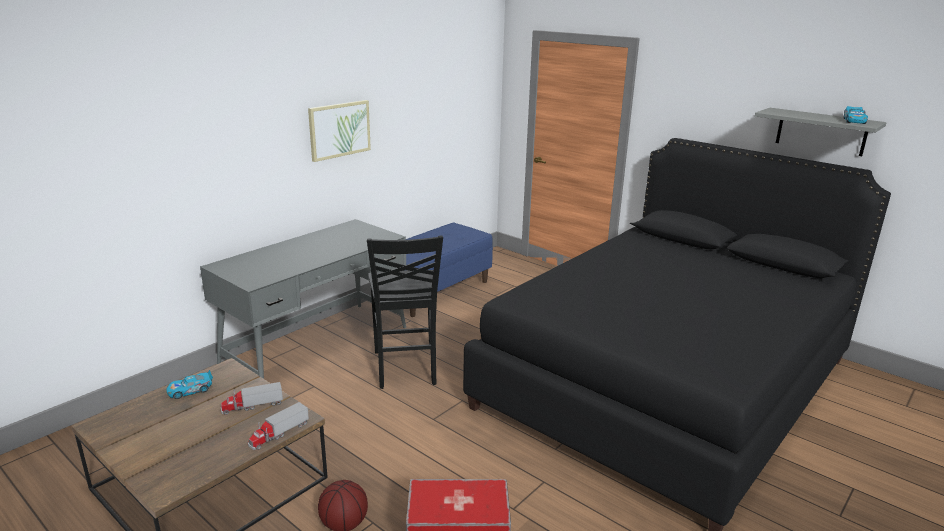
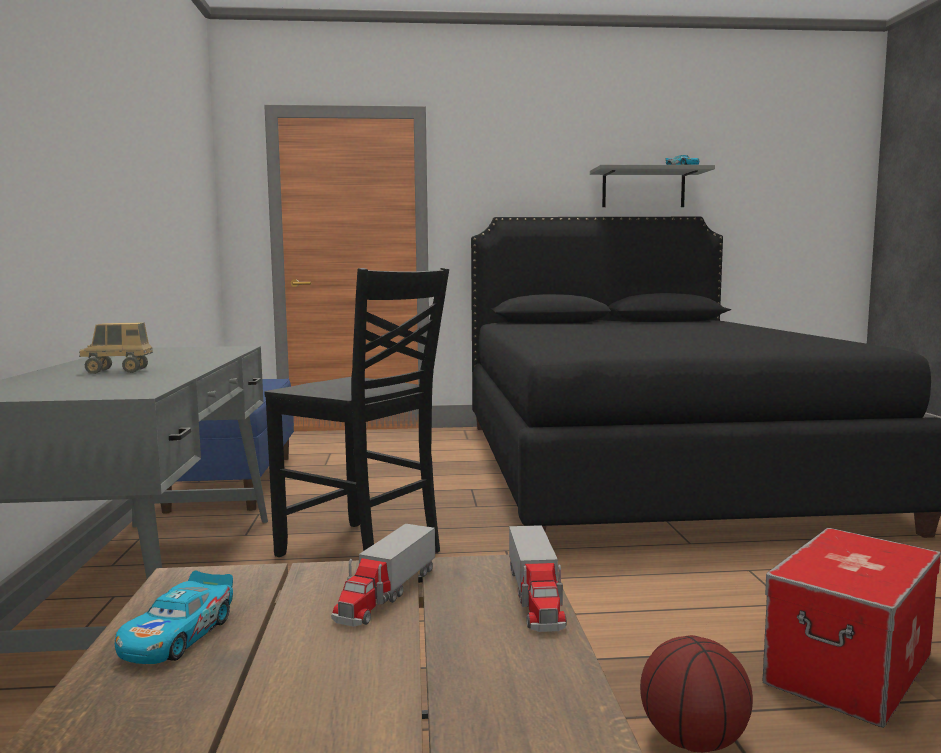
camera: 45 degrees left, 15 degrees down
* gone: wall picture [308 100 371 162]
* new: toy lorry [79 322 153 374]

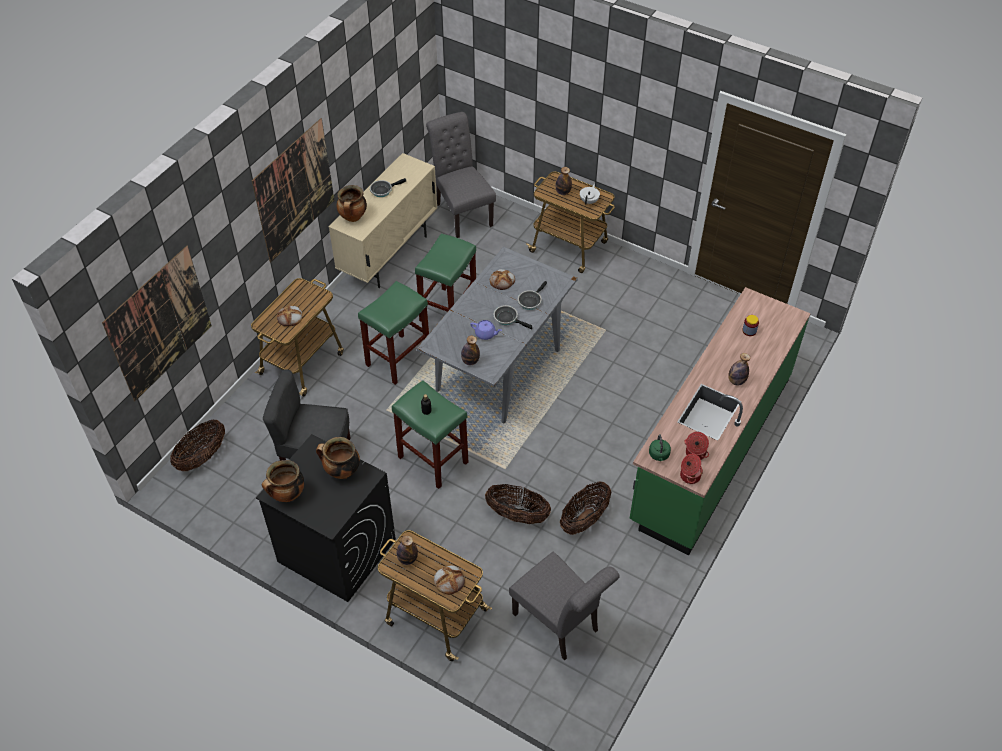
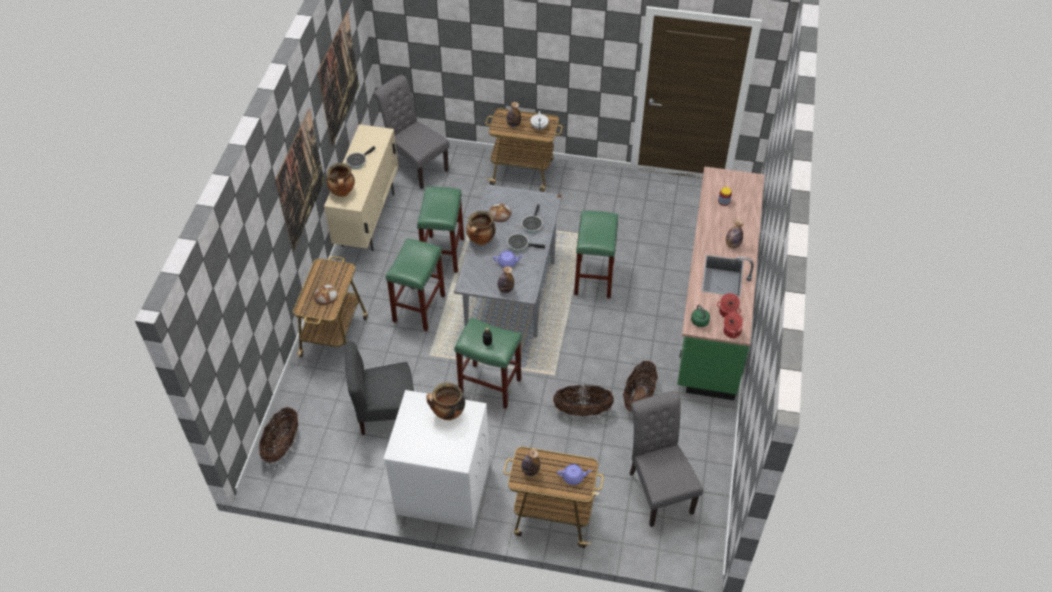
camera: 20 degrees left, 0 degrees up
* shifted: wall picture [102 246 212 401] to [318 11 359 146]
* repainted: black-coloured laundry appliance [256 434 396 602] to white laundry appliance [383 390 489 528]
* shifted: cooking pot [262 460 304 502] to [466 211 496 245]
* rotated: greyish chair [509 552 619 661] = [629 391 703 527] 135 degrees counterclockwise
* swapped: bread [434 565 465 595] to purplish pot for tea [557 464 592 485]
* new: green-coloured sitting stool [574 211 618 298]

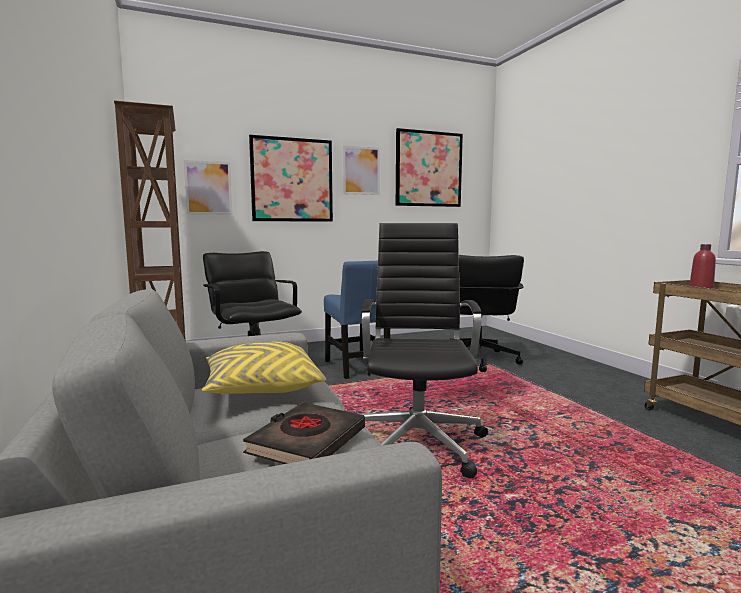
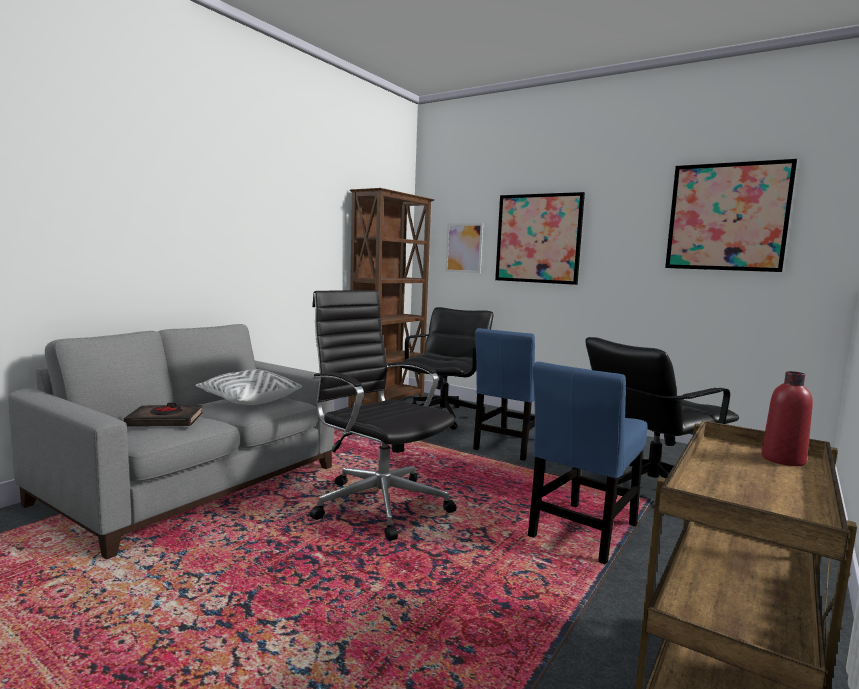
camera: 55 degrees right, 0 degrees up
* gone: wall picture [343 145 380 195]
* rotated: black-coloured computer chair [361 223 488 479] = [310 290 457 541] 105 degrees counterclockwise
* repainted: yellow-coloured cushion [202 341 326 395] to white cushion [195 369 302 405]
* new: blue chair [528 362 648 564]

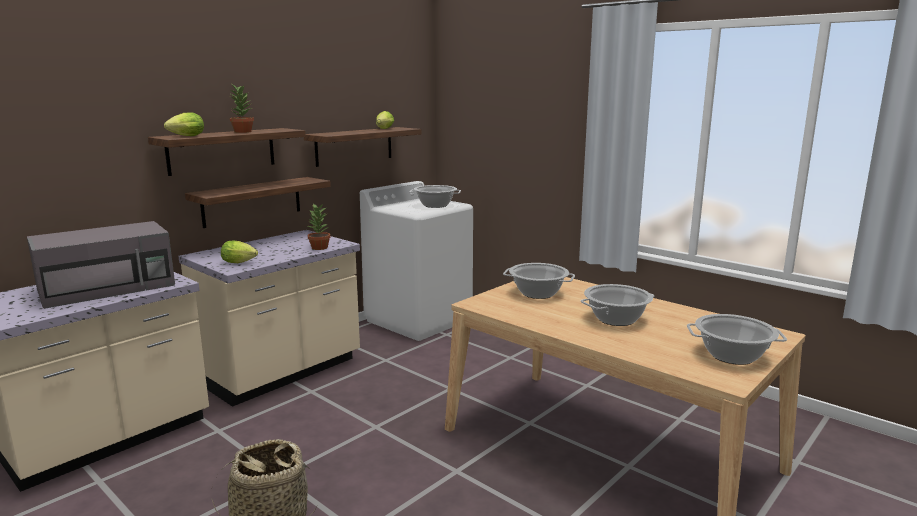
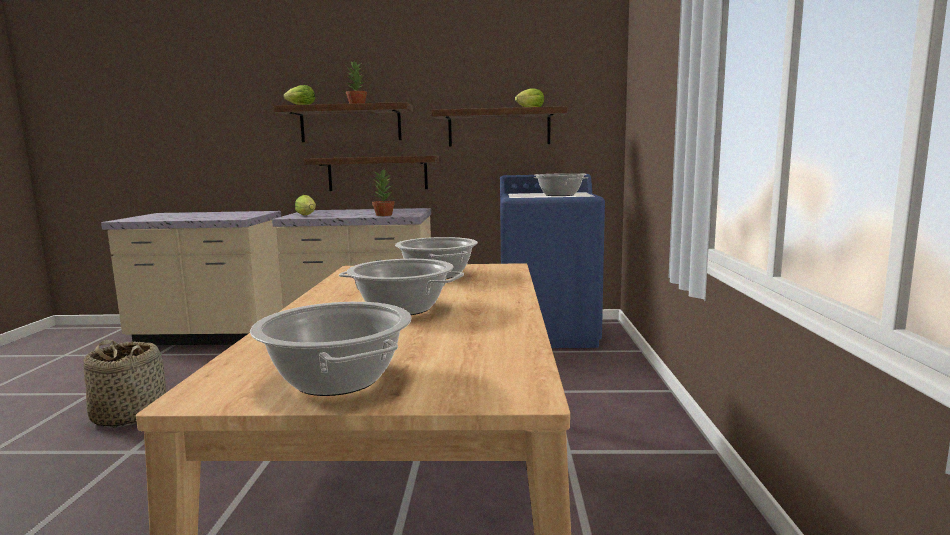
camera: 50 degrees right, 5 degrees down
* repainted: white laundry appliance [360 181 473 341] to blue laundry appliance [500 174 605 348]
* gone: greyish microwave oven [27 221 175 309]

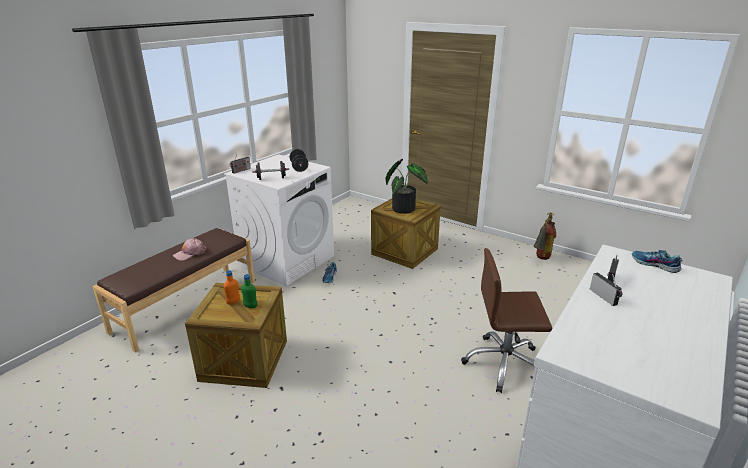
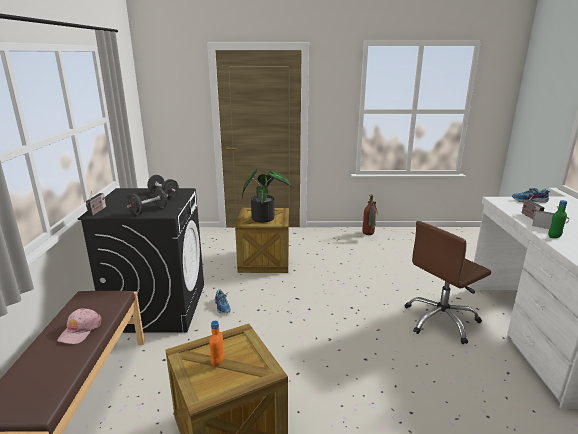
camera: 35 degrees left, 5 degrees down
* repainted: white laundry appliance [224 154 334 286] to black-coloured laundry appliance [78 188 204 333]
* shifted: green-coloured drink bottle [241 274 258 308] to [548 200 567 238]

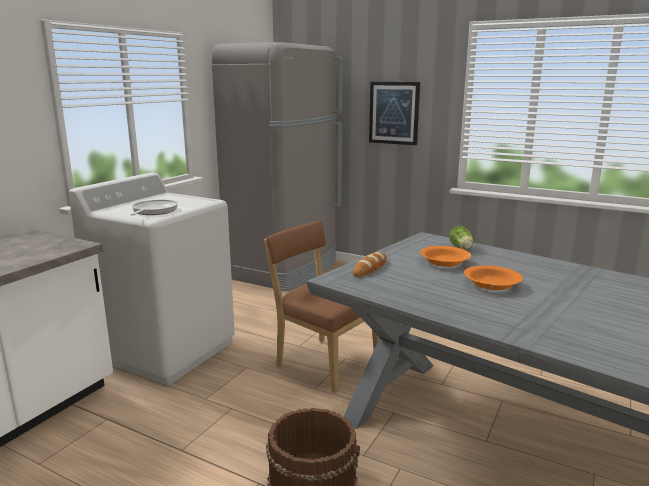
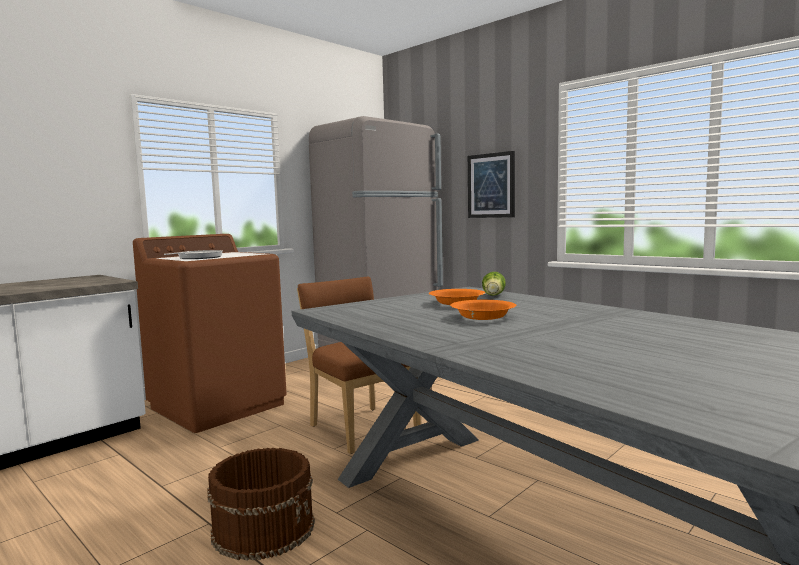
camera: 15 degrees right, 10 degrees down
* repainted: white laundry appliance [69 173 235 385] to brown laundry appliance [133 234 287 433]
* gone: bread [353 252 387 277]

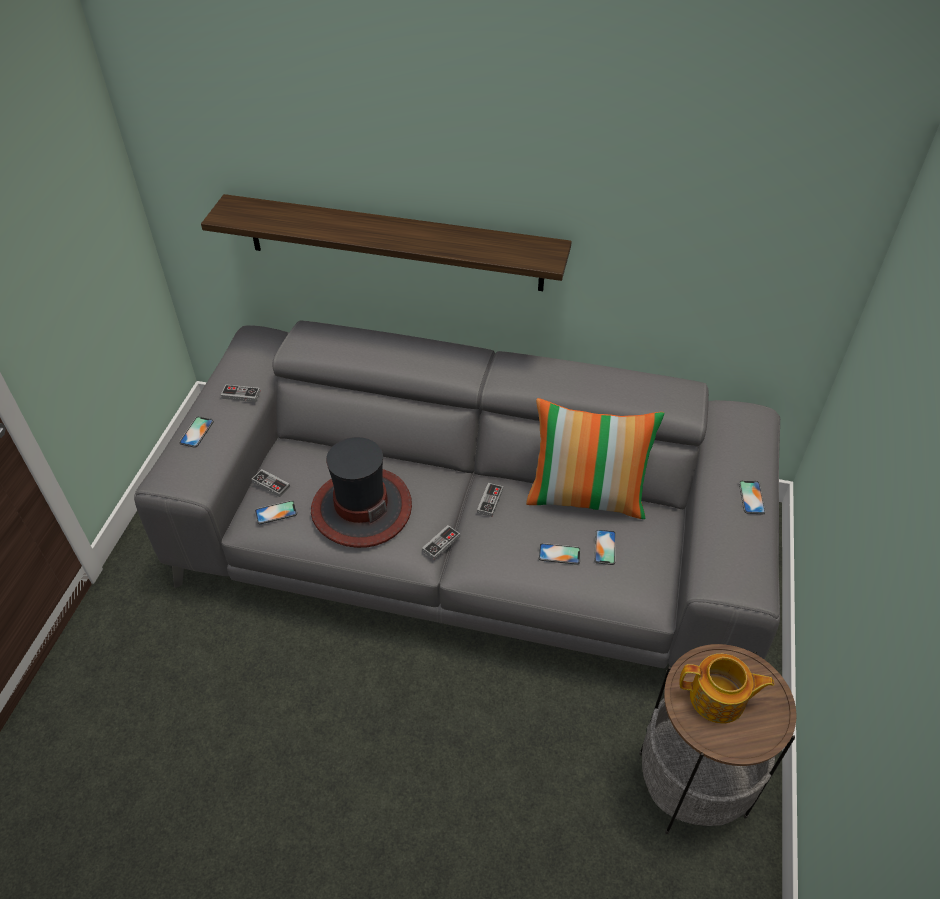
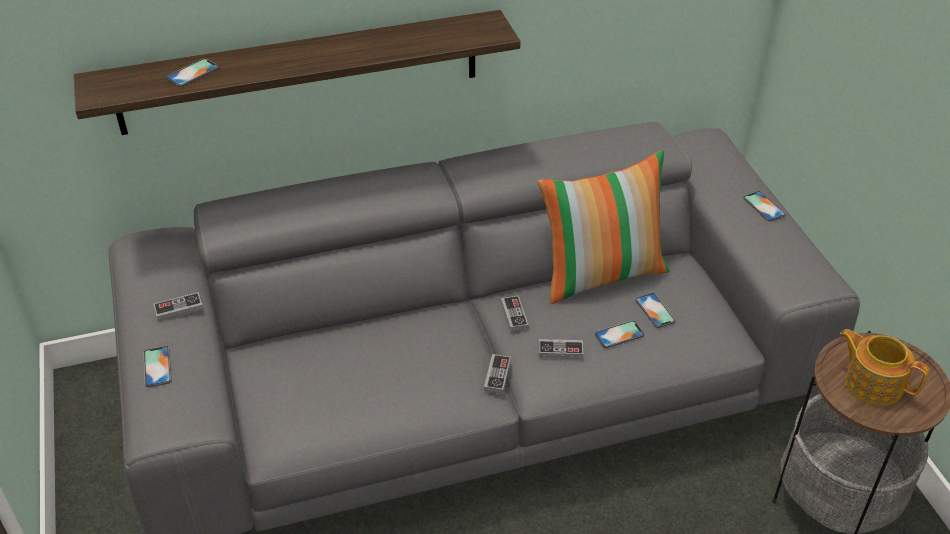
camera: 30 degrees left, 5 degrees down
* gone: clothing hat [311 437 412 548]
* shifted: joypad [251 469 290 497] to [539 339 583 359]
* shifted: phone [255 500 297 524] to [166 58 219 87]
* rotated: pot for tea [680 654 774 724] = [840 329 929 406] 120 degrees counterclockwise

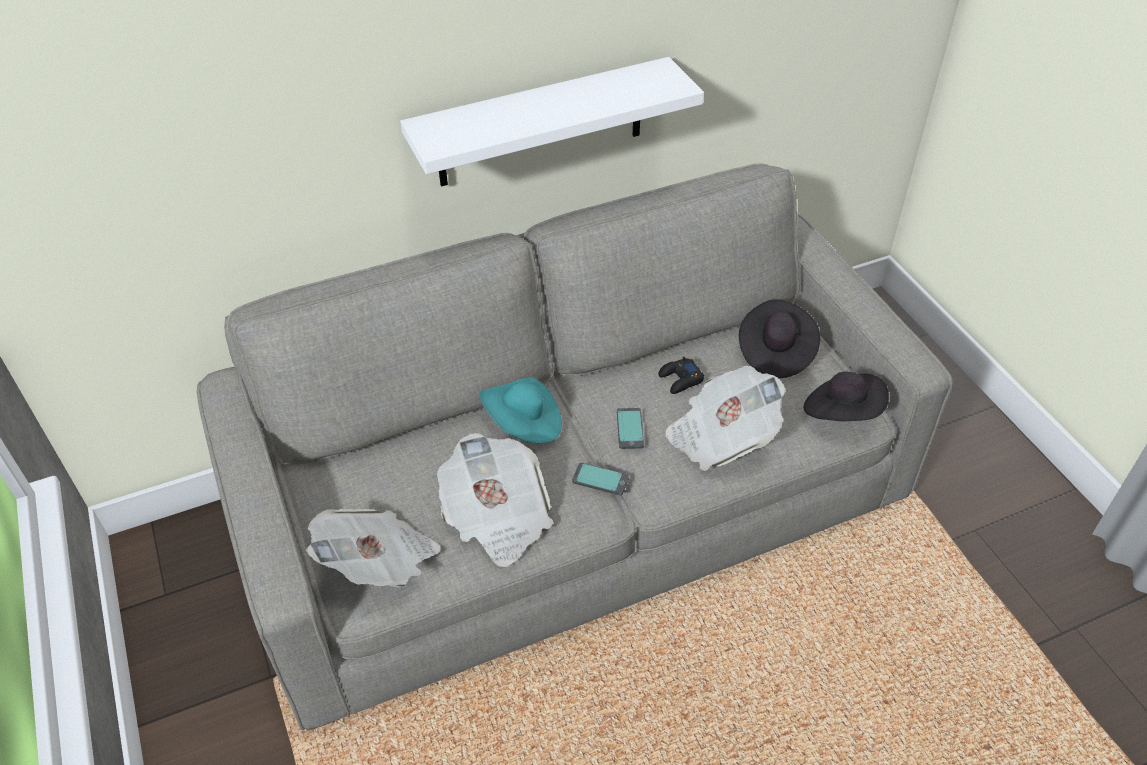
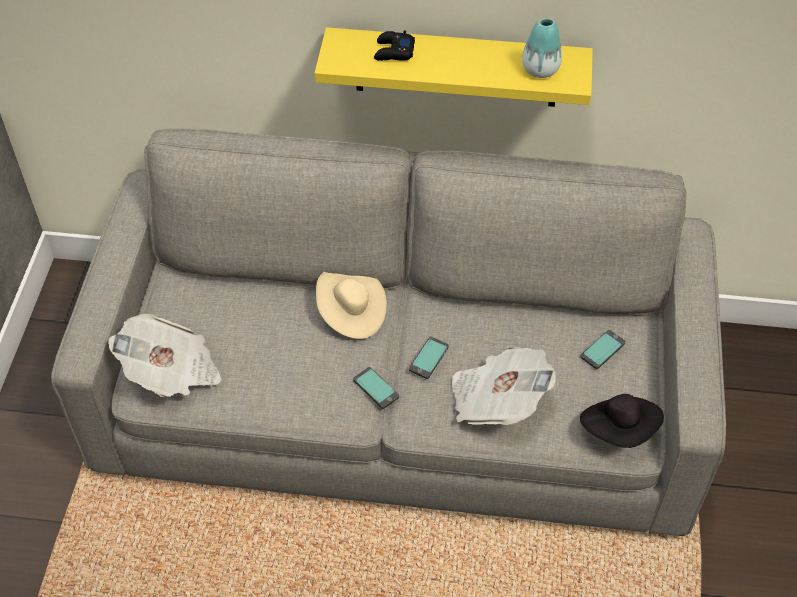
camera: 30 degrees right, 5 degrees up
* repainted: white shelf [400 57 704 187] to yellow-coloured shelf [315 27 593 107]
* swapped: black-coloured clothing hat [739 299 820 378] to phone [581 330 626 369]
* shifted: black-coloured joypad [658 357 704 394] to [374 30 415 61]
* repainted: blue-green clothing hat [480 377 562 443] to beige clothing hat [316 272 387 339]
* gone: newspaper [437 433 553 567]
* new: vase [522 18 562 78]

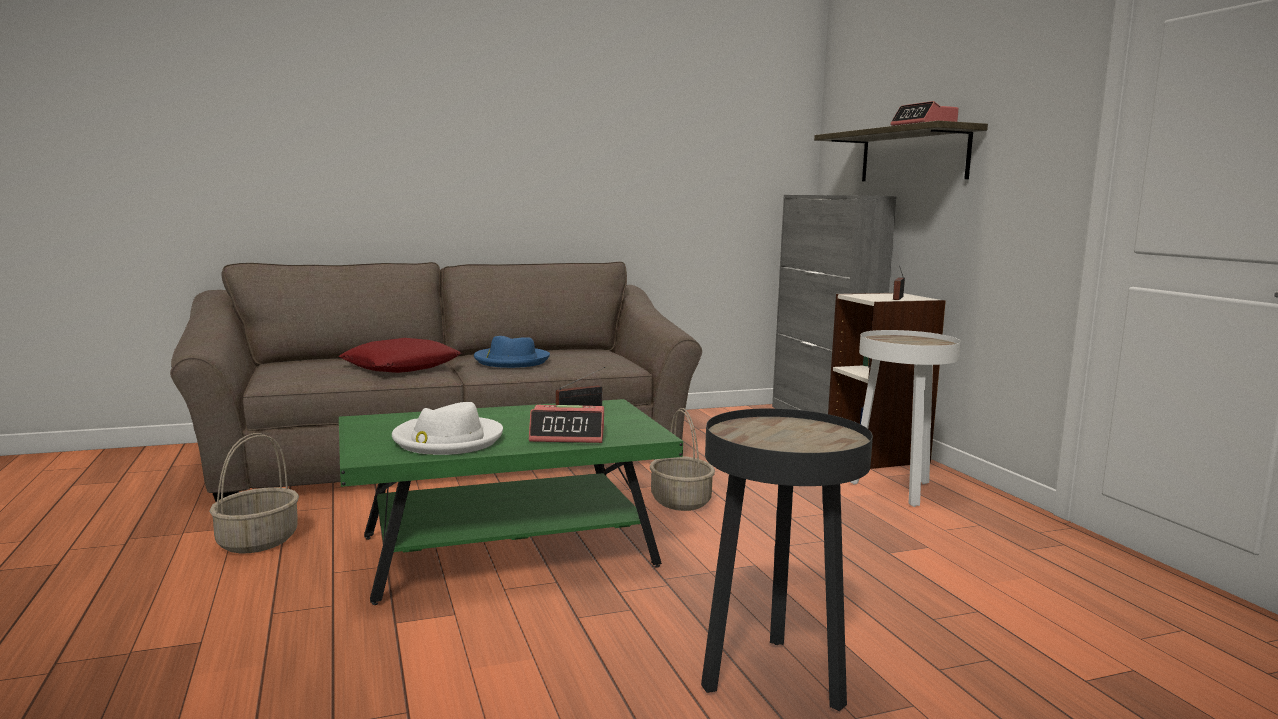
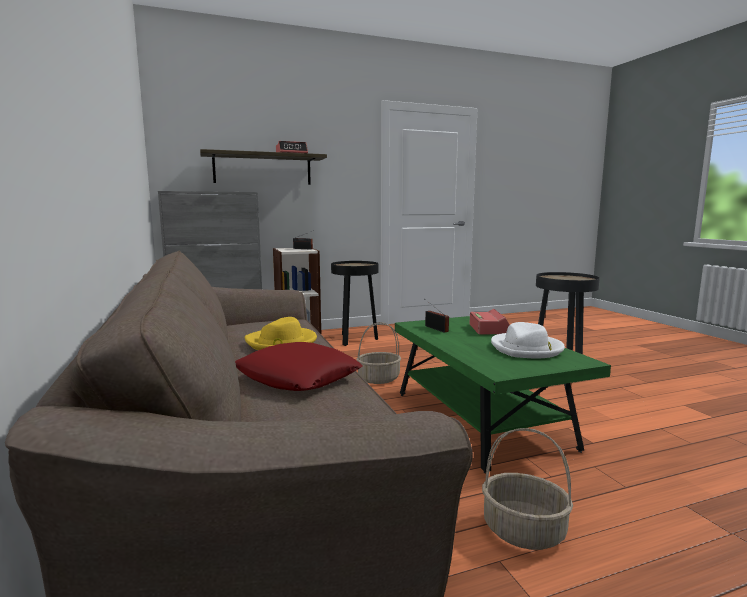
camera: 90 degrees left, 0 degrees up
* repainted: white end table [851 330 961 507] to black-coloured end table [331 261 378 346]
* repainted: blue clothing hat [474 336 550 368] to yellow-coloured clothing hat [245 317 317 350]

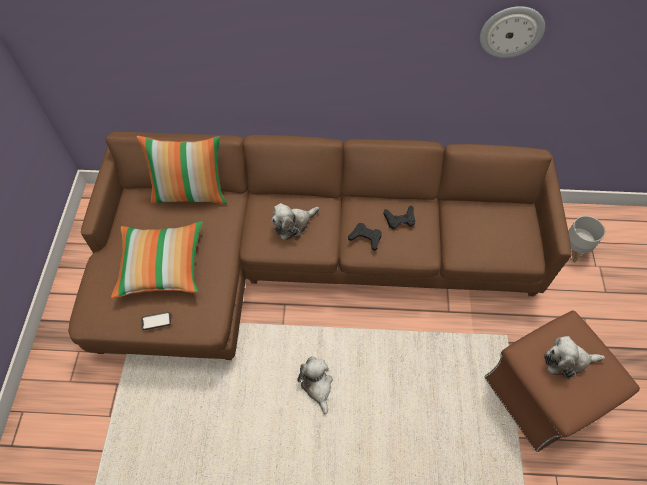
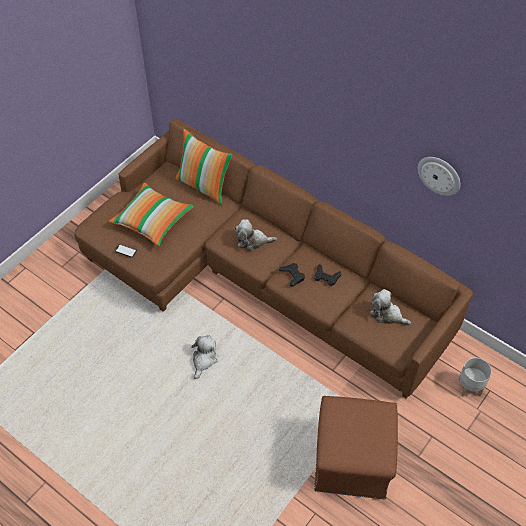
camera: 35 degrees right, 5 degrees down
* shifted: soft toy [544 336 605 379] to [370 289 411 325]

